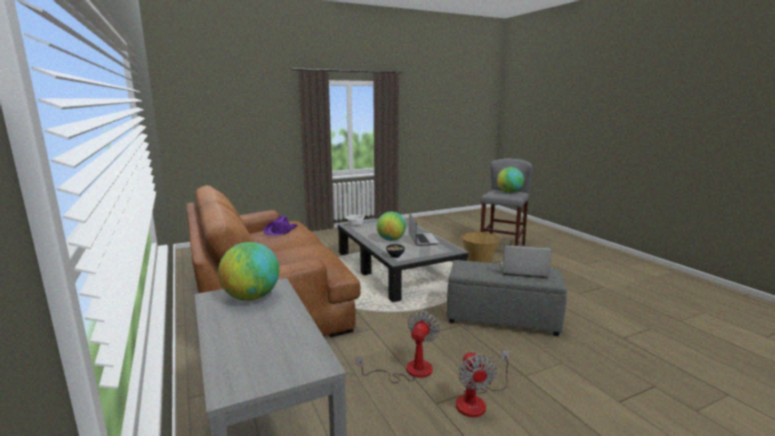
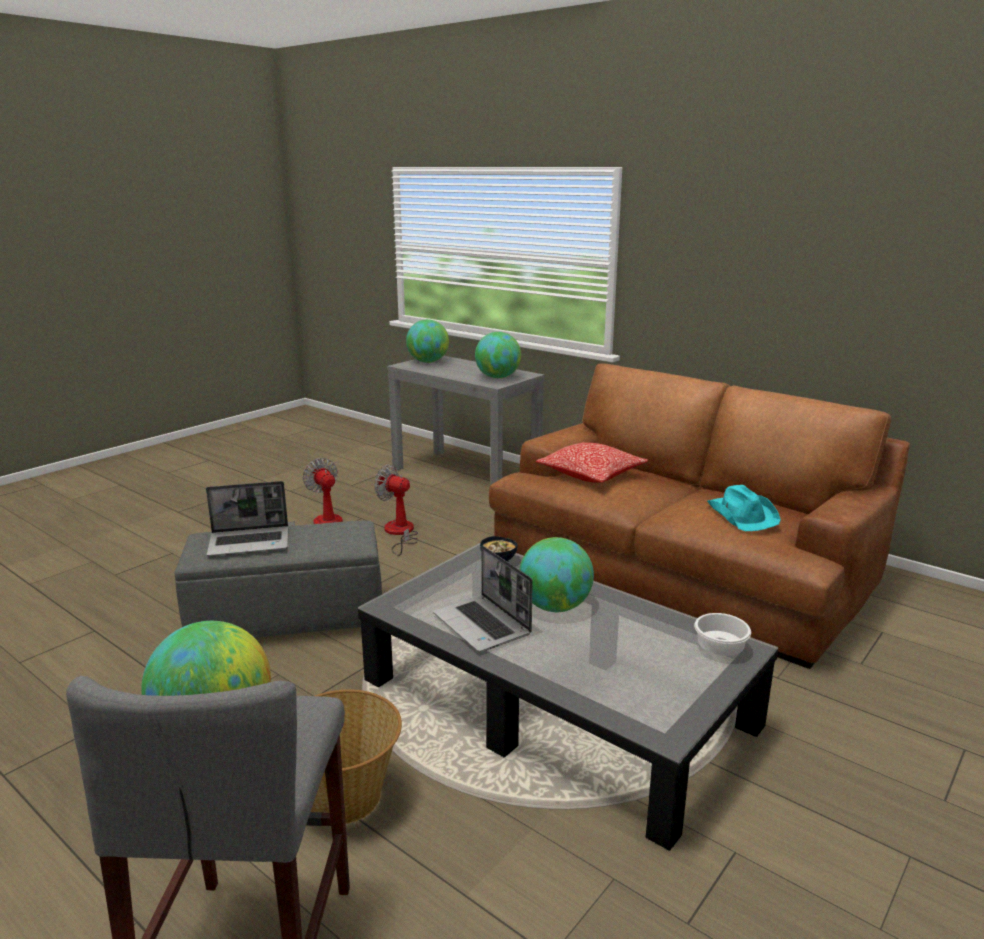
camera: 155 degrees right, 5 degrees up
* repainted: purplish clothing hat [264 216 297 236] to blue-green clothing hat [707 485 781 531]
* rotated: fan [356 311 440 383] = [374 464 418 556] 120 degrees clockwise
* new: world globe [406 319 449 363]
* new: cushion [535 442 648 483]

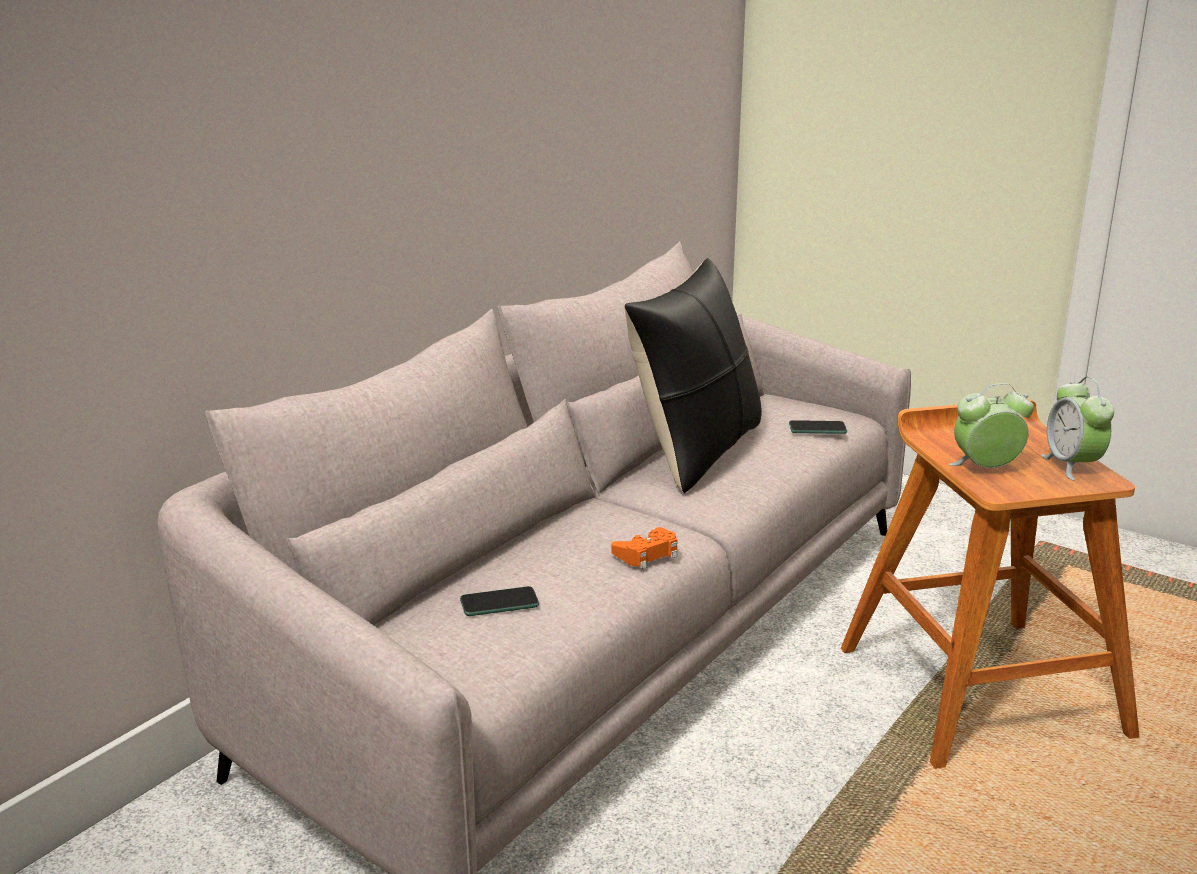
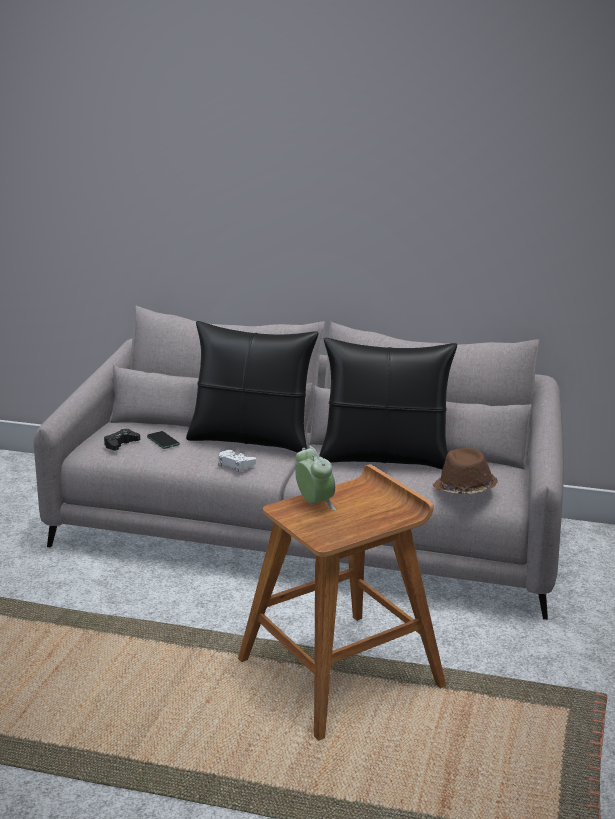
camera: 70 degrees right, 0 degrees up
* gone: alarm clock [1041 376 1114 480]
* swapped: phone [789 420 847 434] to brown clothing hat [433 448 498 494]
* repainted: orangey joypad [611 527 678 569] to white joypad [219 450 256 472]
* new: black-coloured cushion [186 321 318 453]
* new: black-coloured joypad [104 429 140 450]

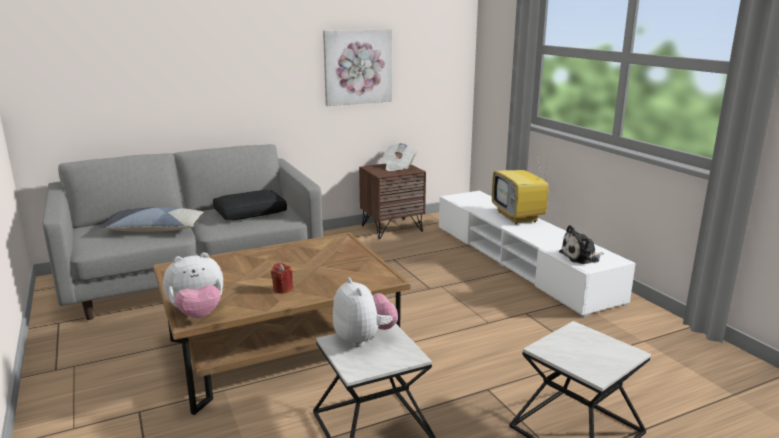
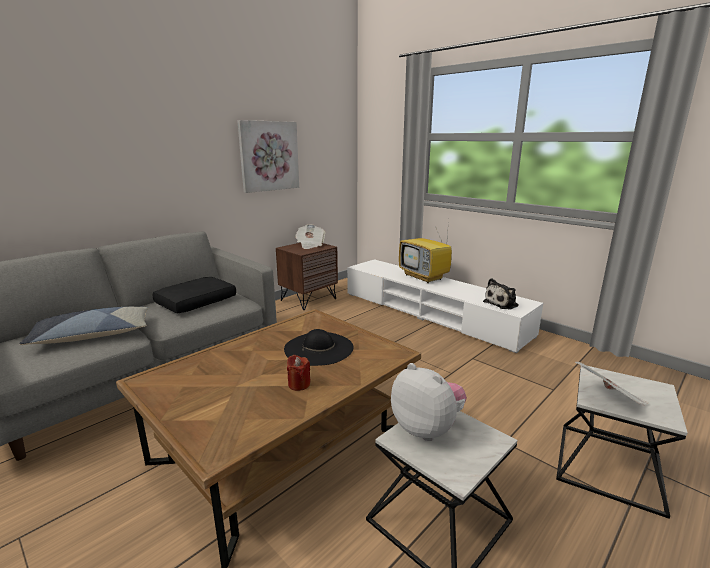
camera: 20 degrees left, 0 degrees up
* gone: soft toy [163 252 223 318]
* new: black-coloured clothing hat [284 329 354 366]
* new: newspaper [575 362 648 405]

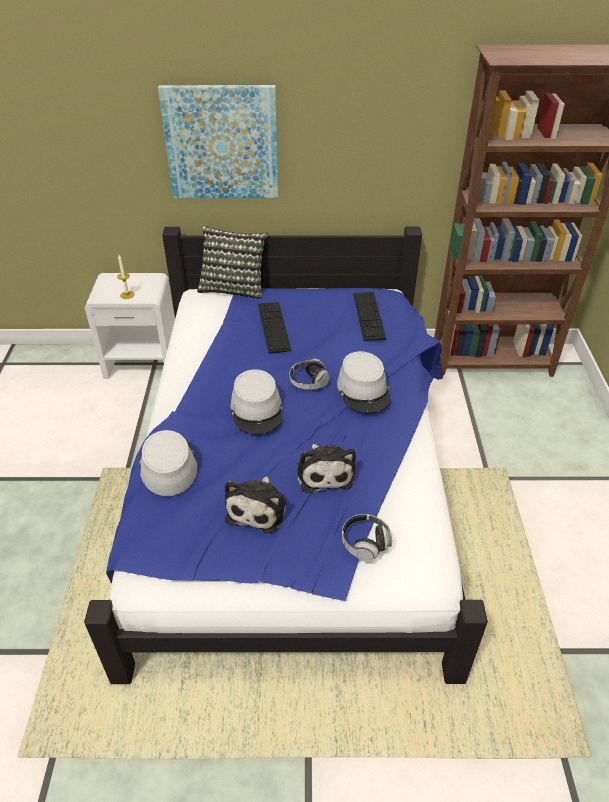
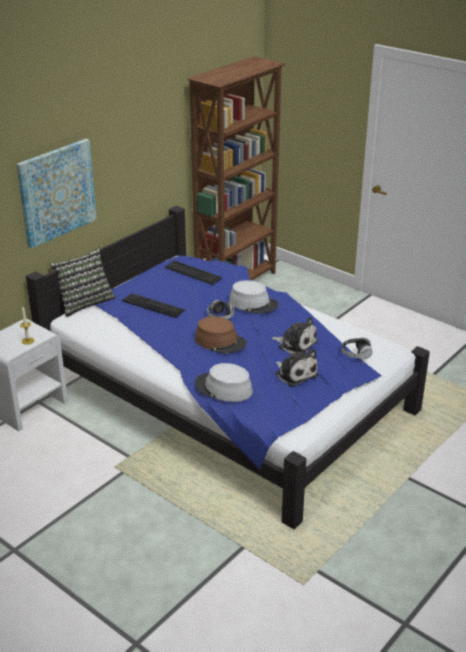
camera: 50 degrees left, 10 degrees down
* repainted: greyish clothing hat [230 369 282 434] to brown clothing hat [195 316 247 354]

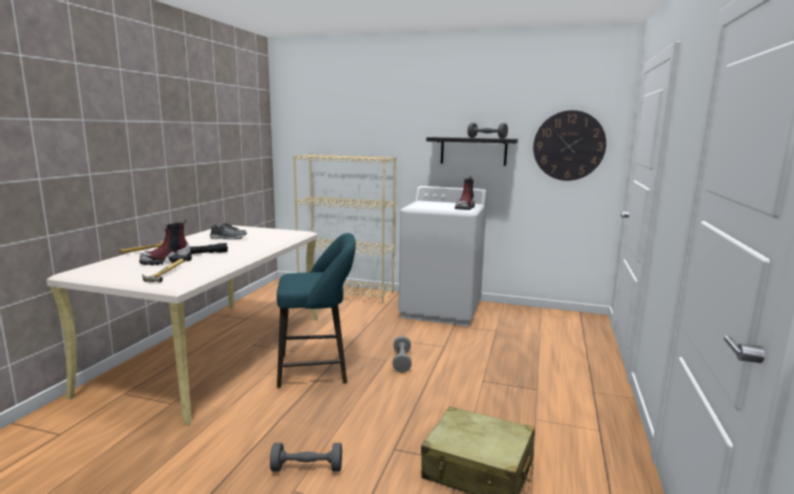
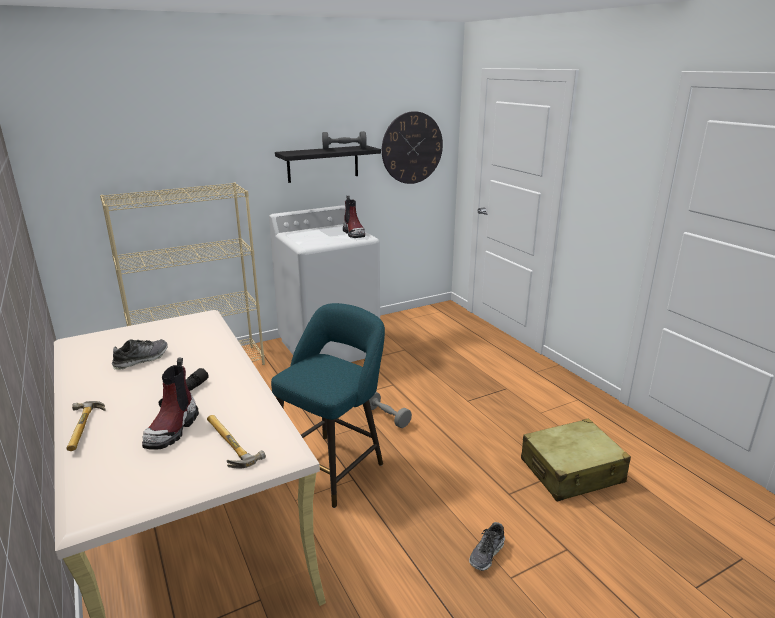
camera: 45 degrees left, 10 degrees up
* swapped: greyish hand weight [270 443 342 471] to low shoe [469 522 505 571]

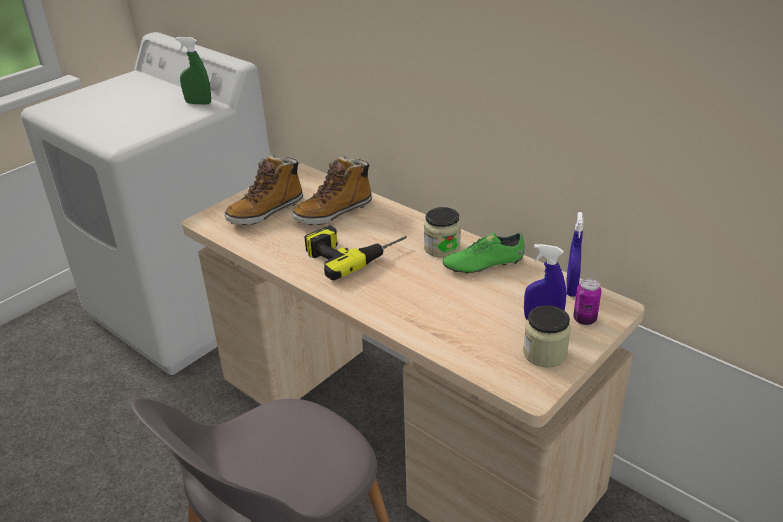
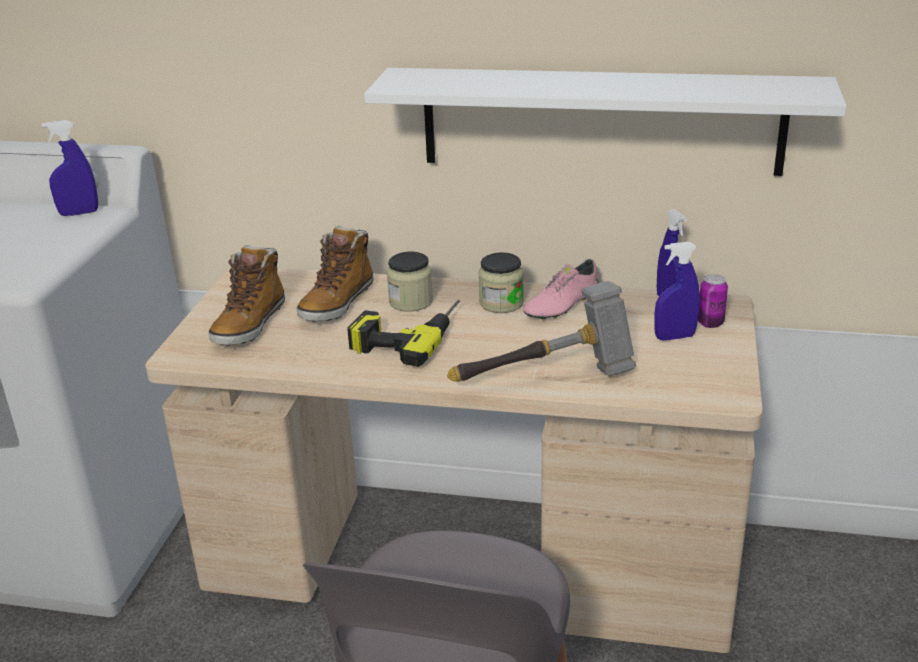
camera: 30 degrees left, 5 degrees down
* repainted: green-coloured hand sprayer [176 37 211 105] to blue hand sprayer [41 120 98 216]
* repainted: green-coloured low shoe [443 232 525 275] to pink-coloured low shoe [524 259 599 320]
* shifted: jar [523 306 571 368] to [387 252 433 312]
* new: white shelf [364 68 847 176]
* new: hammer [447 281 636 382]

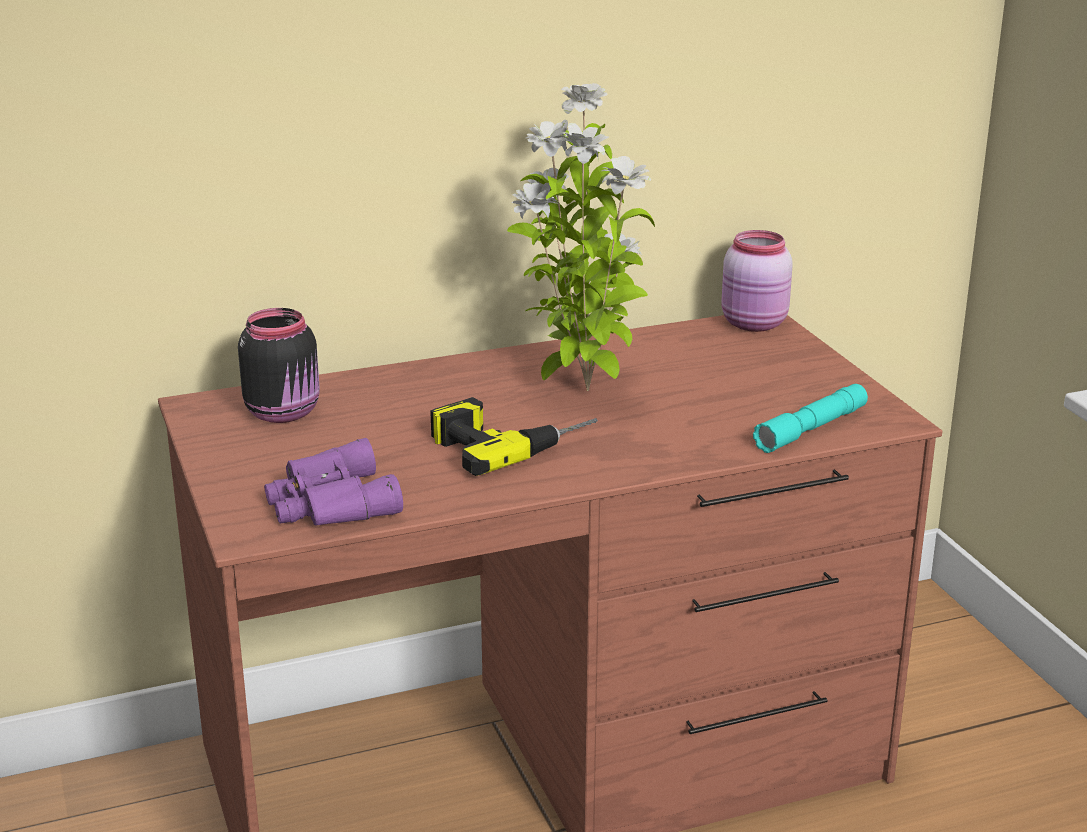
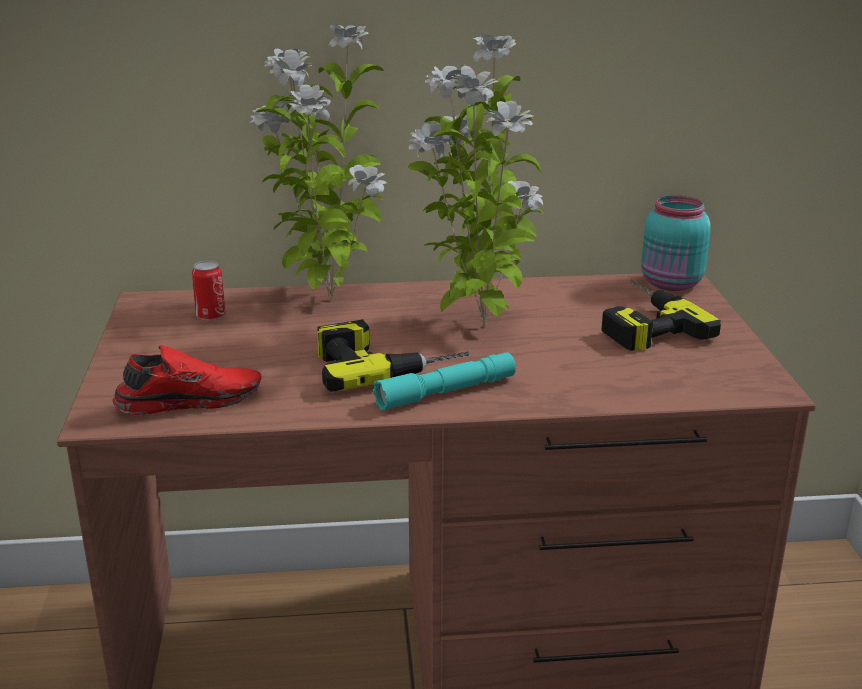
camera: 15 degrees right, 0 degrees up
* repainted: pink-coloured jar [721 230 793 332] to blue-green jar [641 195 711 291]
* swapped: black-coloured jar [238 308 320 423] to sealed can [192 261 225 320]
* shifted: blue-green torch [753 384 868 453] to [373 352 516 411]
* swapped: purplish pair of binoculars [264 438 403 526] to red low shoe [112 345 262 415]
* new: potted plant [250 23 387 300]
* new: power drill [602 280 721 351]

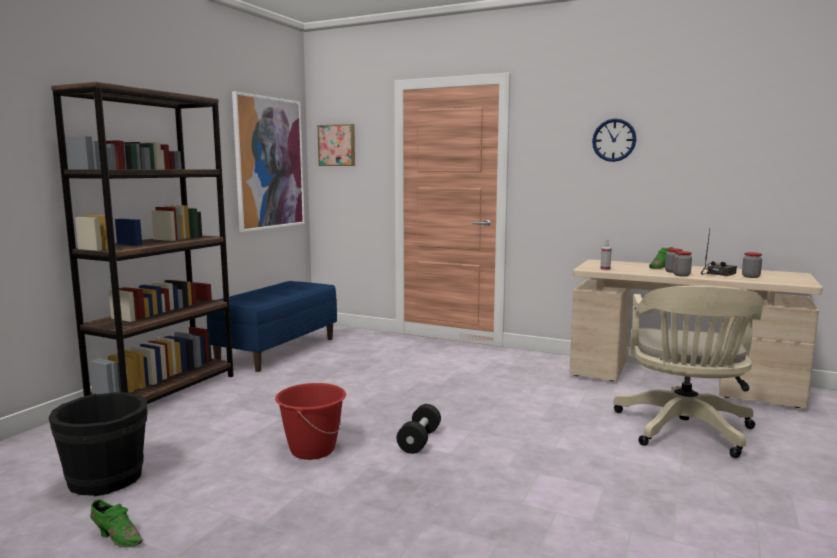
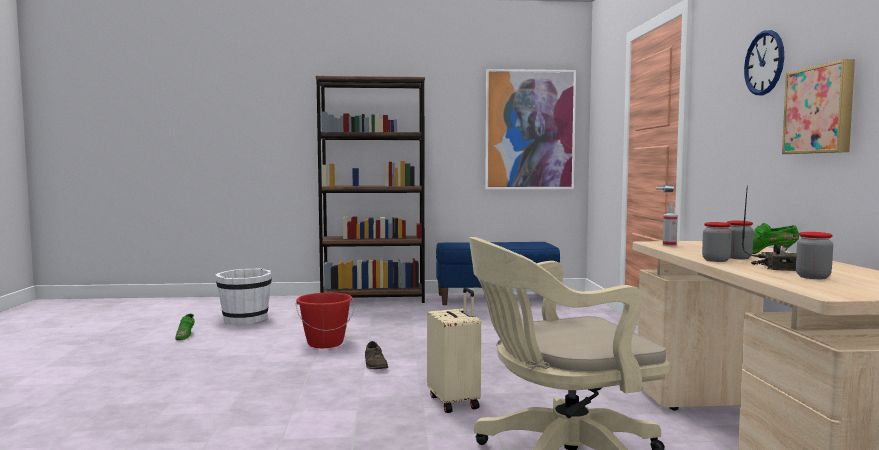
camera: 60 degrees right, 5 degrees down
* shifted: wall picture [317 124 355 166] to [782 59 855 154]
* repainted: black-coloured bucket [49 392 148 496] to white bucket [215 269 272 324]
* swapped: black-coloured hand weight [397 404 441 454] to brown low shoe [365 341 388 369]
* new: beige piece of luggage [427 287 481 413]

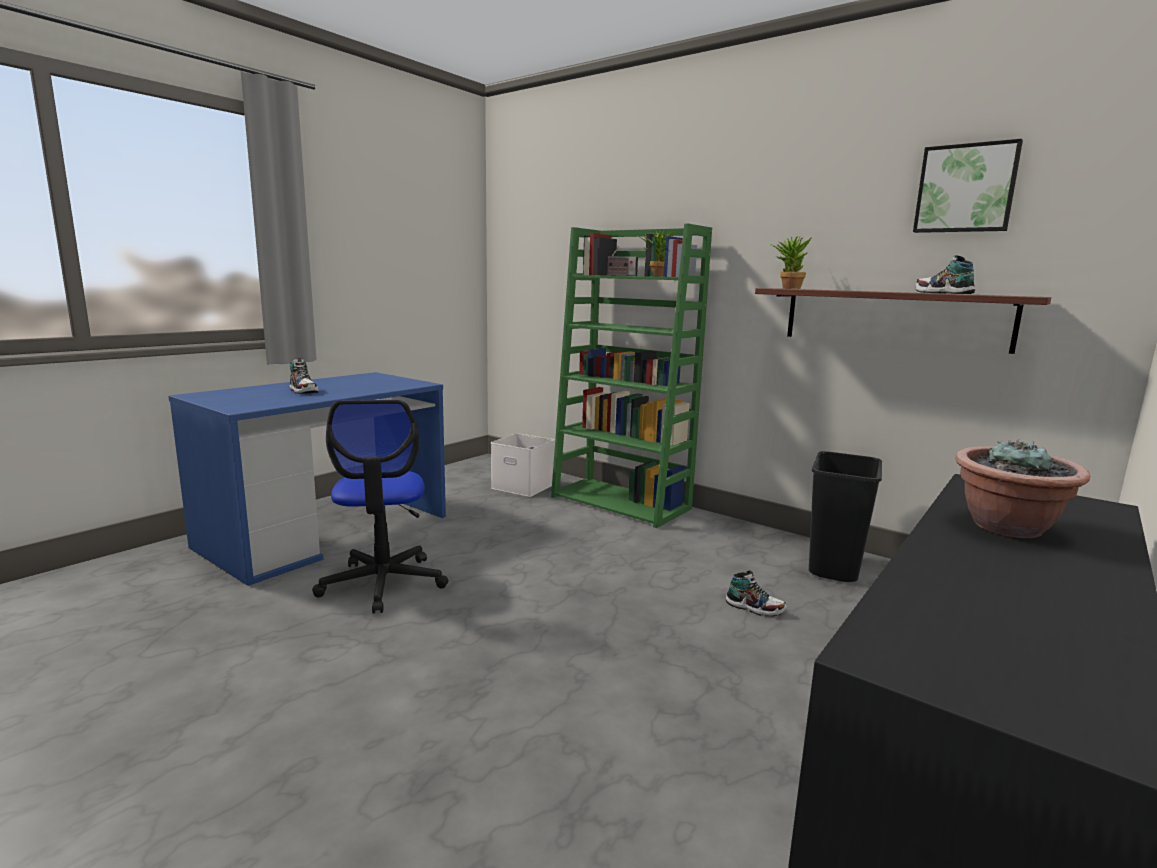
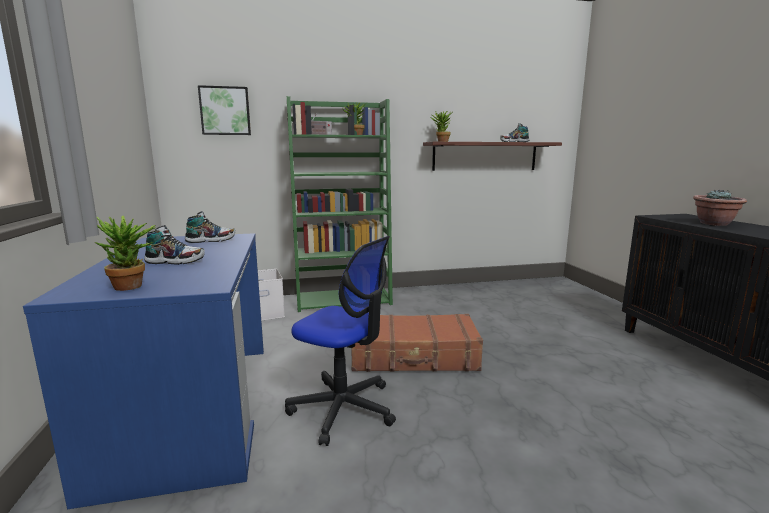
camera: 50 degrees left, 0 degrees up
* shifted: wall picture [913 139 1023 233] to [198 85 251 135]
* gone: black-coloured waste bin [809 451 882 582]
* shifted: low shoe [726 570 787 616] to [185 211 235 243]
* new: potted plant [95 216 156 291]
* new: brown piece of luggage [351 314 483 372]

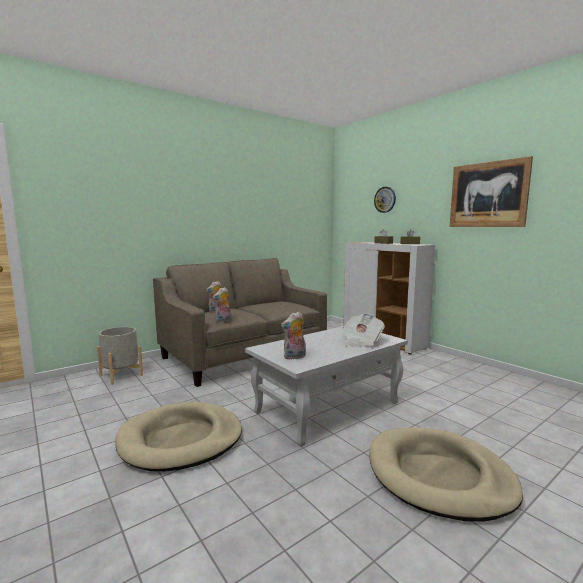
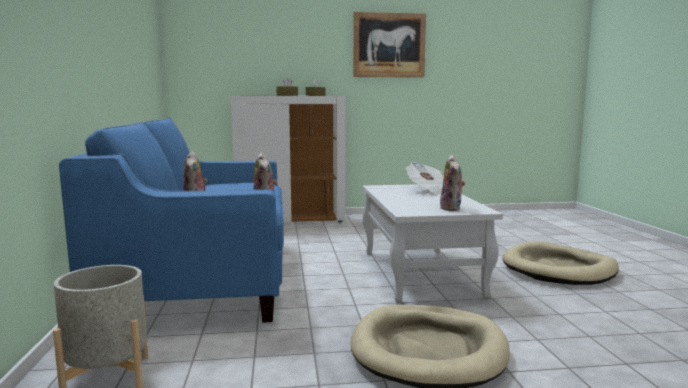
camera: 60 degrees left, 0 degrees up
* gone: wall clock [374 187 396 213]
* repainted: beige sofa [153 258 327 387] to blue sofa [59 118 284 323]

